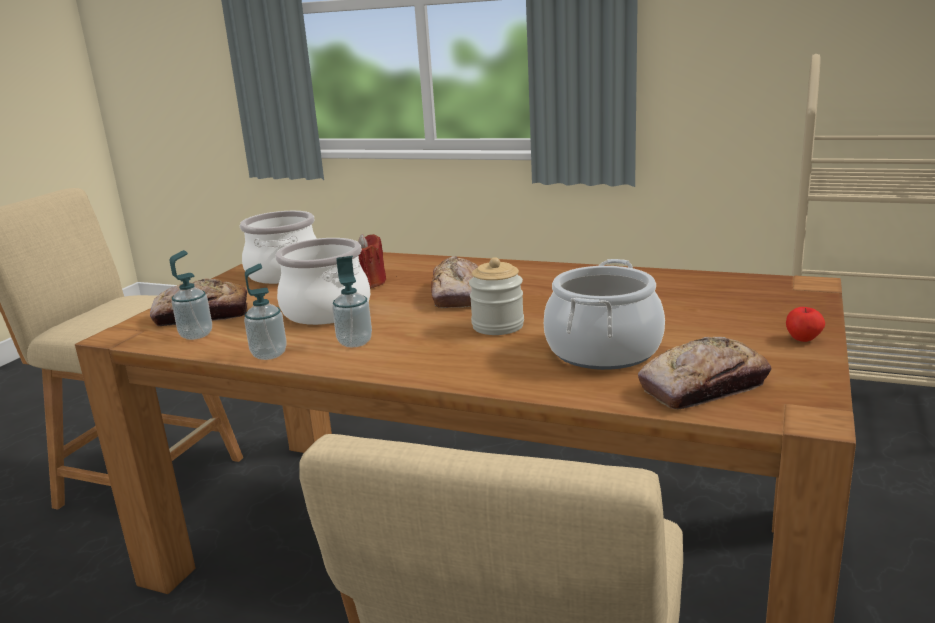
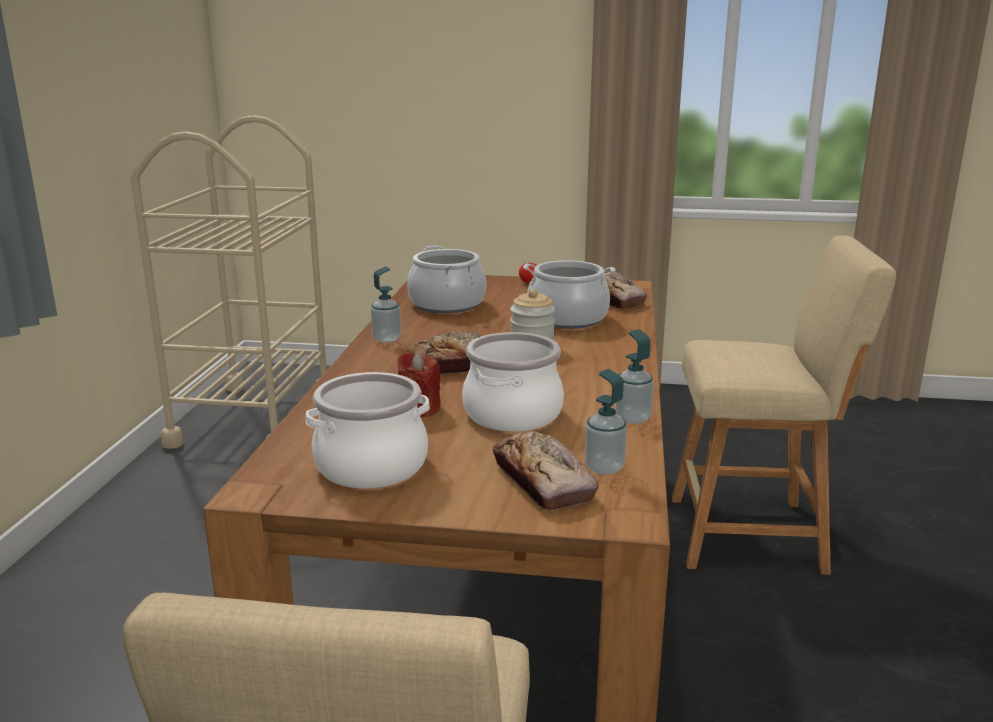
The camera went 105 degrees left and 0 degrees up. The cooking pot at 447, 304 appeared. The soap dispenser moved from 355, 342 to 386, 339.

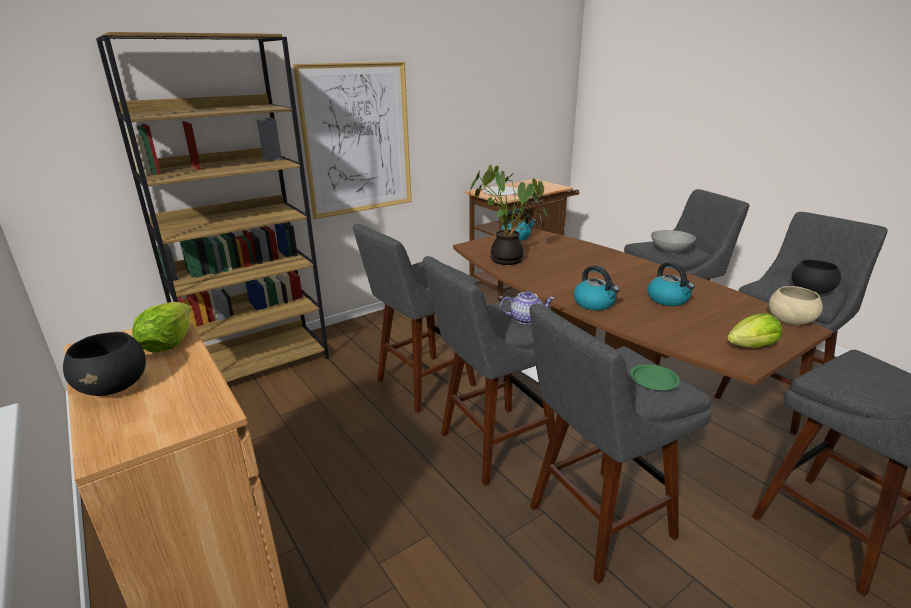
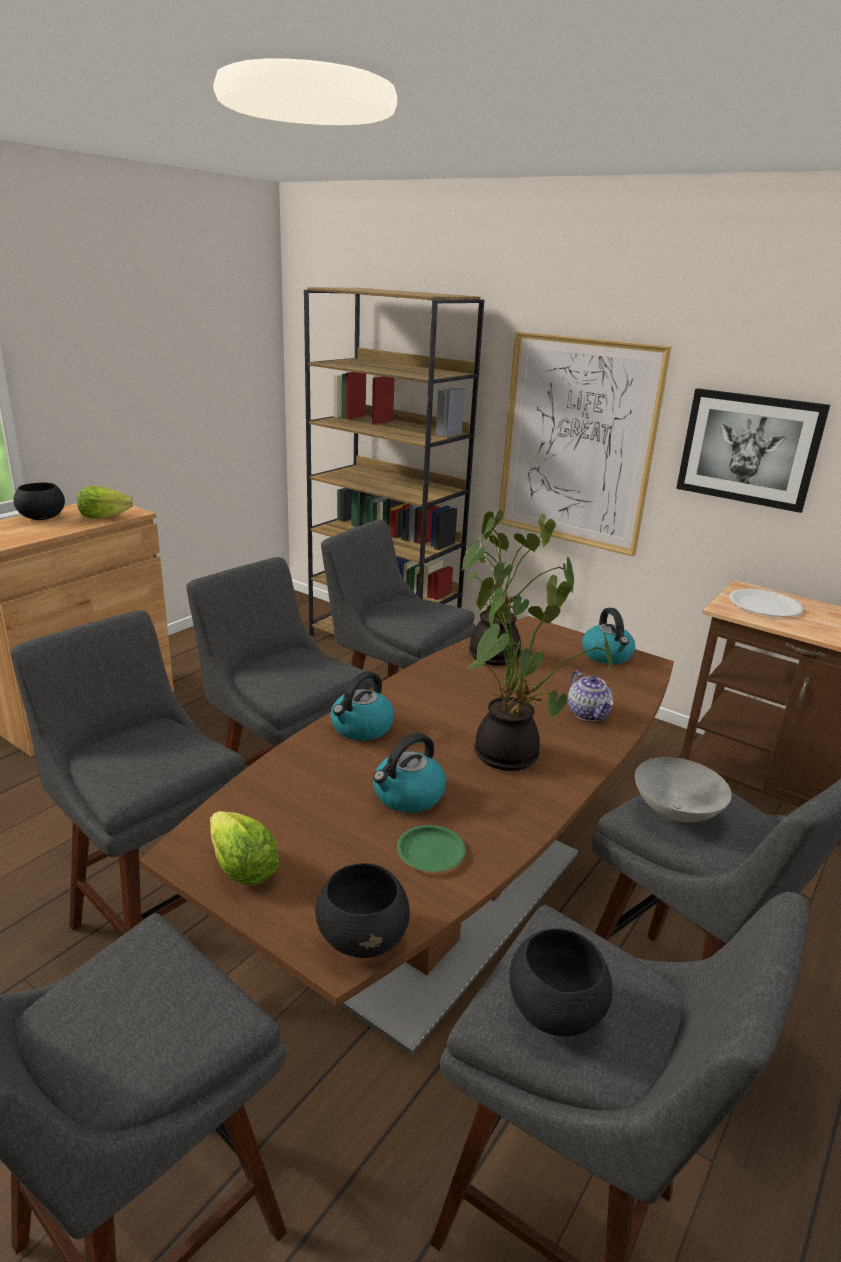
The camera went 70 degrees right and 0 degrees up. The potted plant at 512, 755 appeared. The picture at 749, 449 appeared. The teapot moved from 526, 319 to 588, 714. The green plate moved from 653, 380 to 431, 852. The beige bowl at 789, 321 became the black bowl at 363, 937.

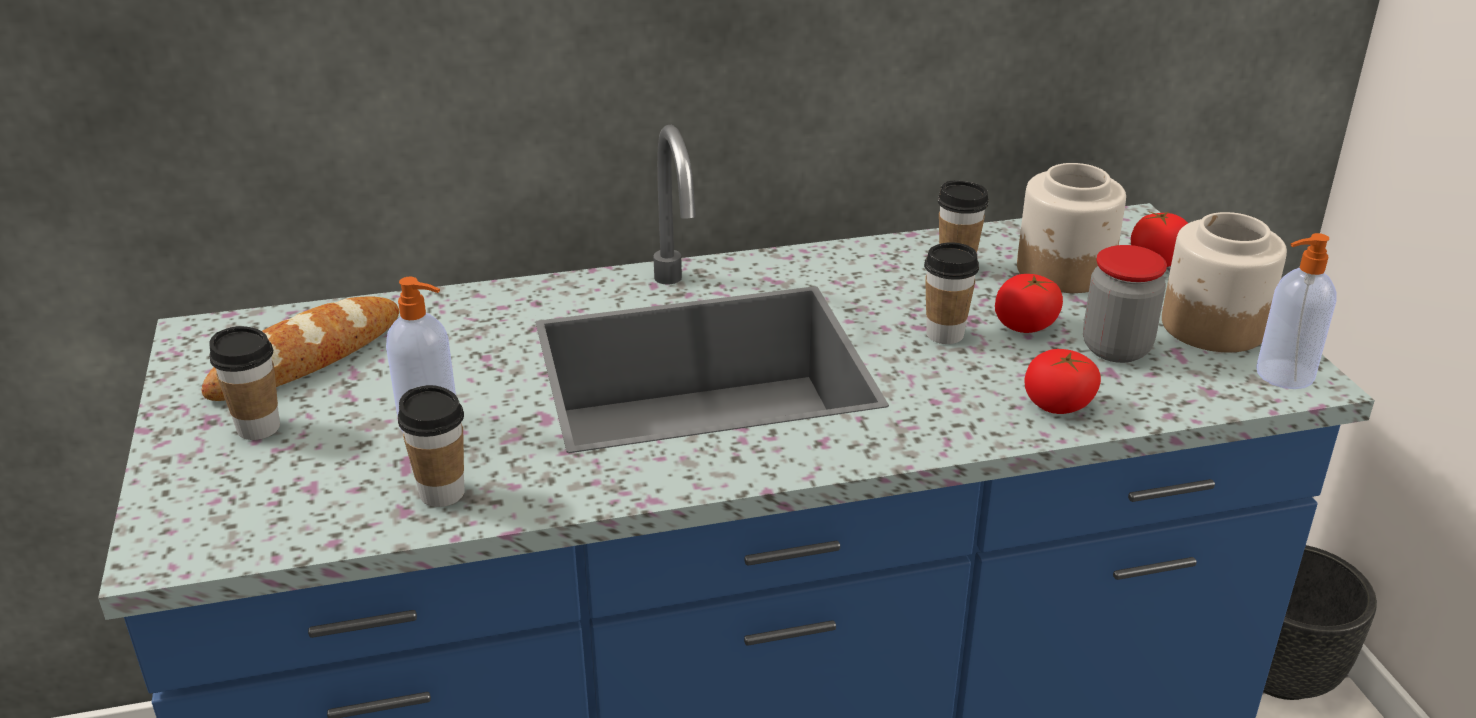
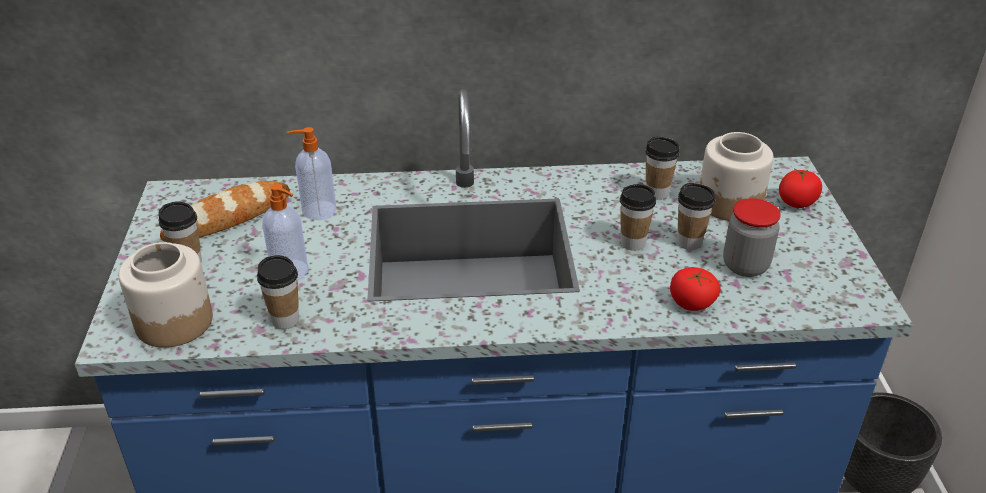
The camera went 10 degrees right and 5 degrees up. The jar moved from 1212, 326 to 174, 321. The soap dispenser moved from 1283, 375 to 317, 211. The tomato at 1025, 326 was replaced by the cup at 689, 242.

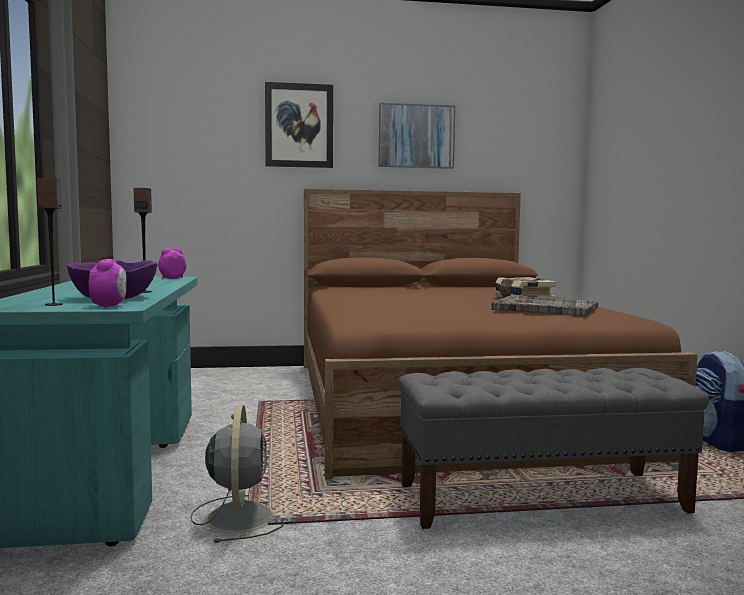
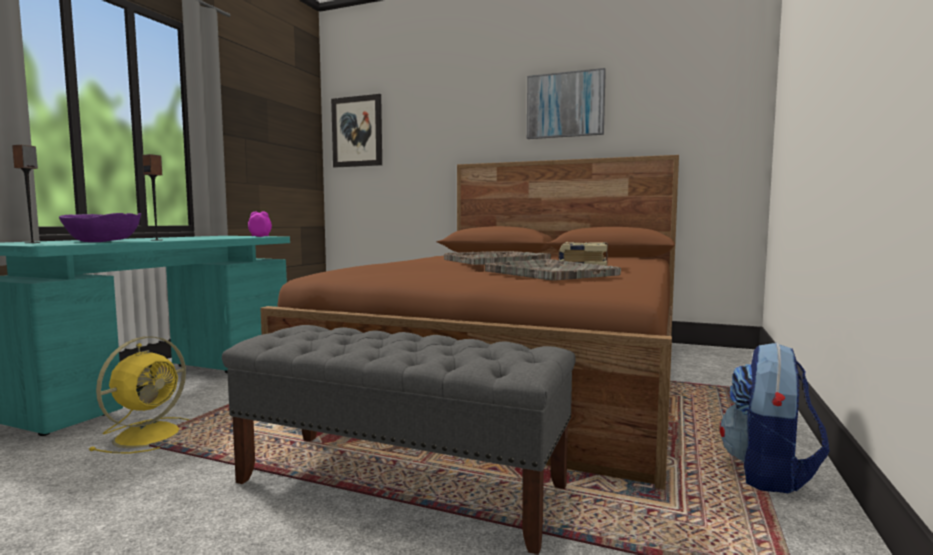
The camera went 30 degrees right and 0 degrees up. The alarm clock at 109, 306 disappeared. The grey tray at 497, 260 appeared. The picture moved from 299, 125 to 357, 131. The grey fan at 240, 516 became the yellow fan at 150, 434.

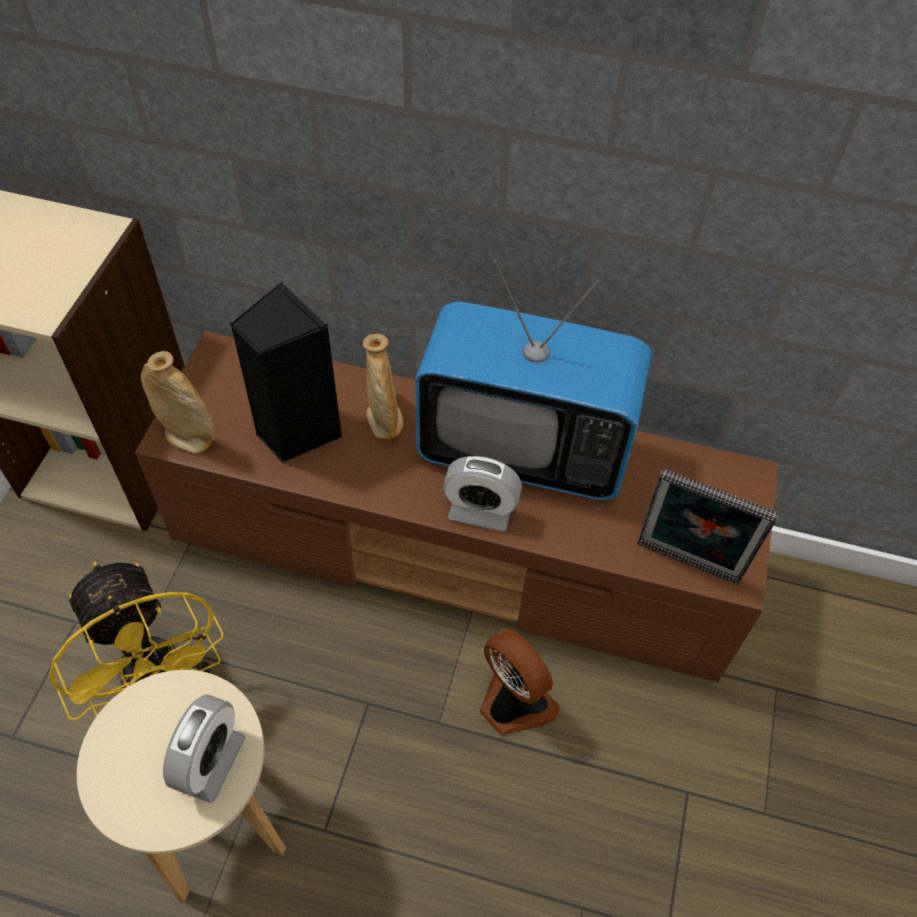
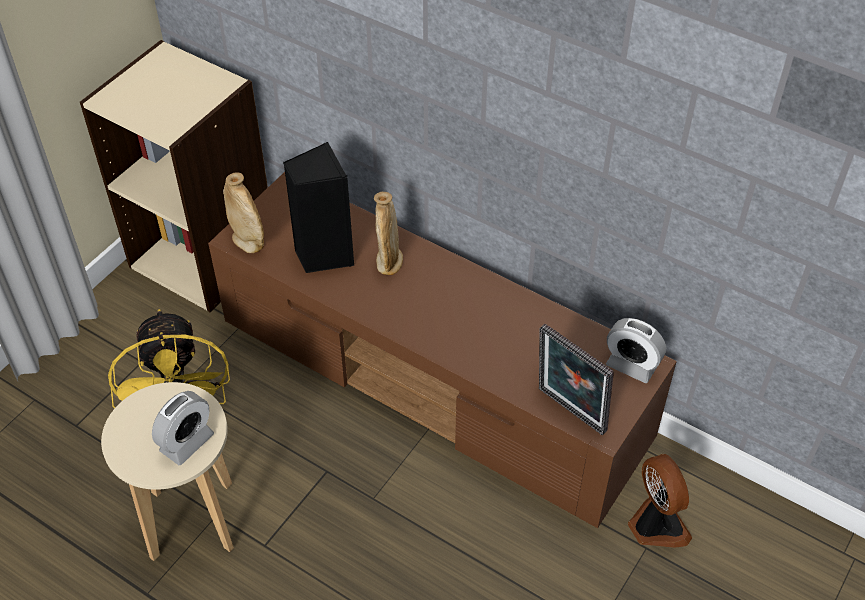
The camera went 20 degrees right and 5 degrees down. The television at 524, 450 disappeared. The alarm clock moved from 480, 511 to 631, 365. The fan moved from 513, 703 to 655, 525.

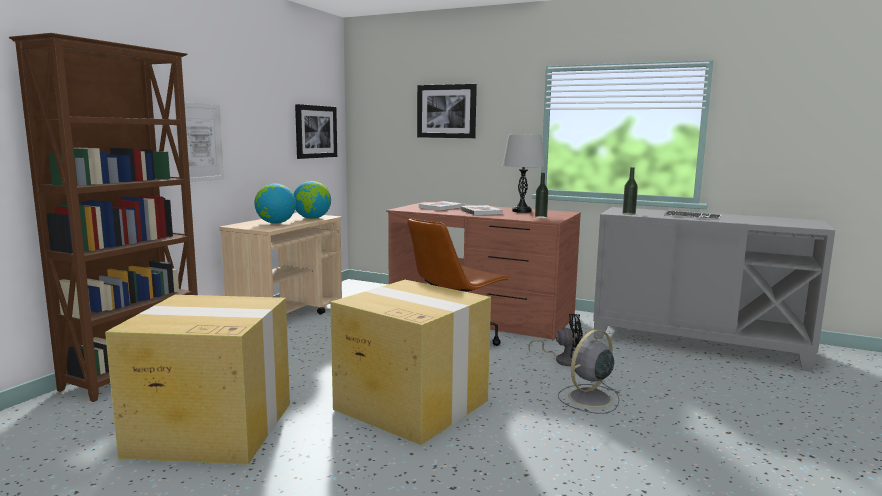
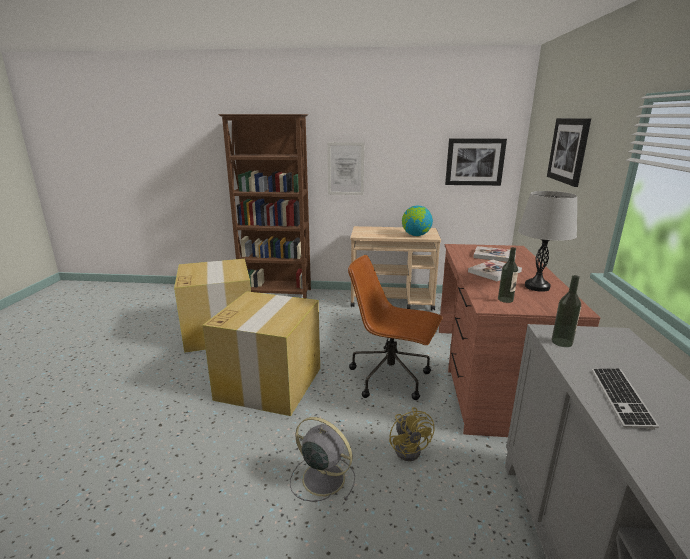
The camera went 70 degrees right and 10 degrees up. The globe at 276, 223 disappeared. The black fan at 563, 360 became the yellow fan at 410, 448.

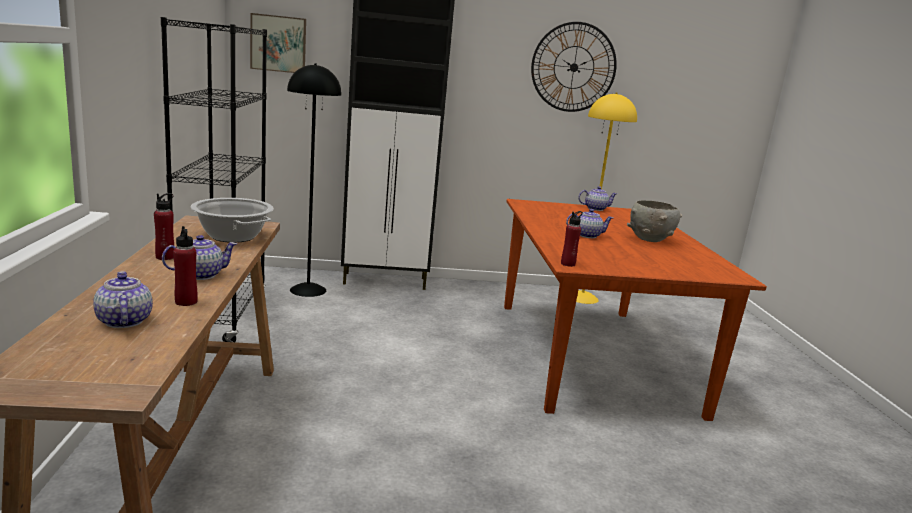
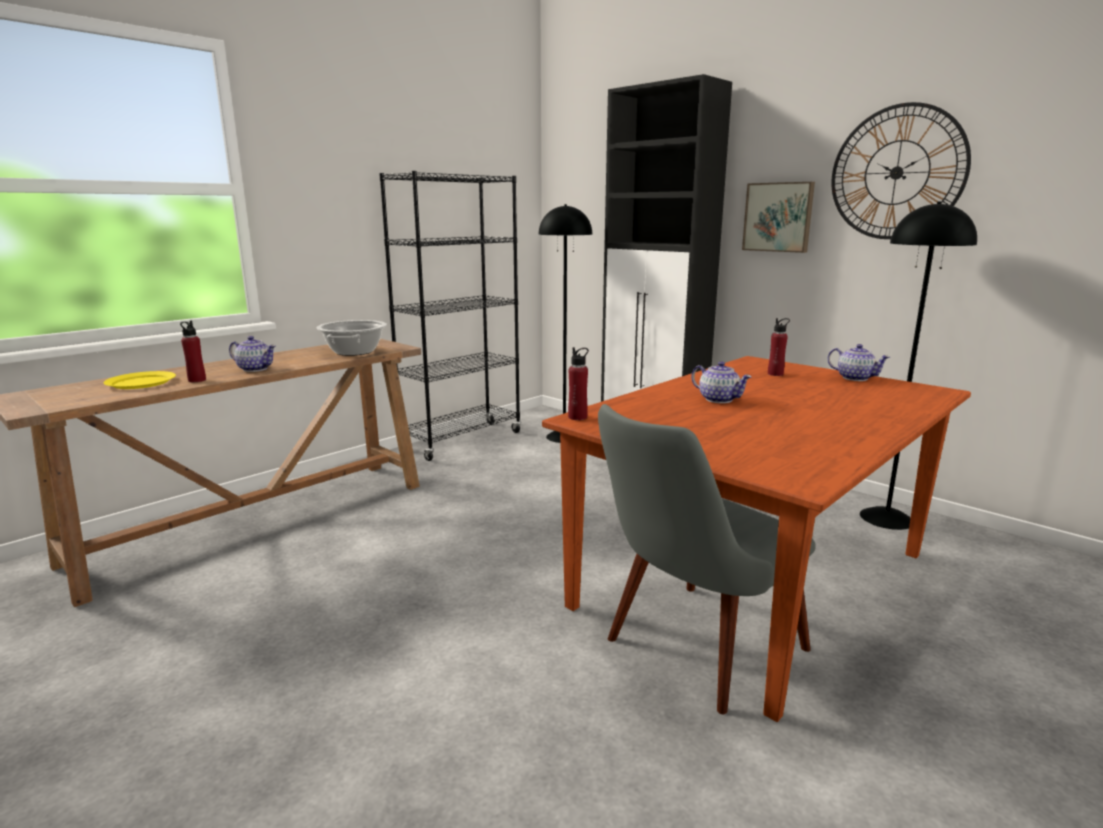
The camera went 50 degrees right and 0 degrees up. The grey bowl at 650, 240 disappeared. The grey chair at 690, 654 appeared. The red bottle moved from 165, 257 to 775, 374. The picture moved from 278, 43 to 778, 217. The teapot at 123, 321 was replaced by the yellow plate at 140, 383. The yellow floor lamp at 582, 297 became the black floor lamp at 887, 518.

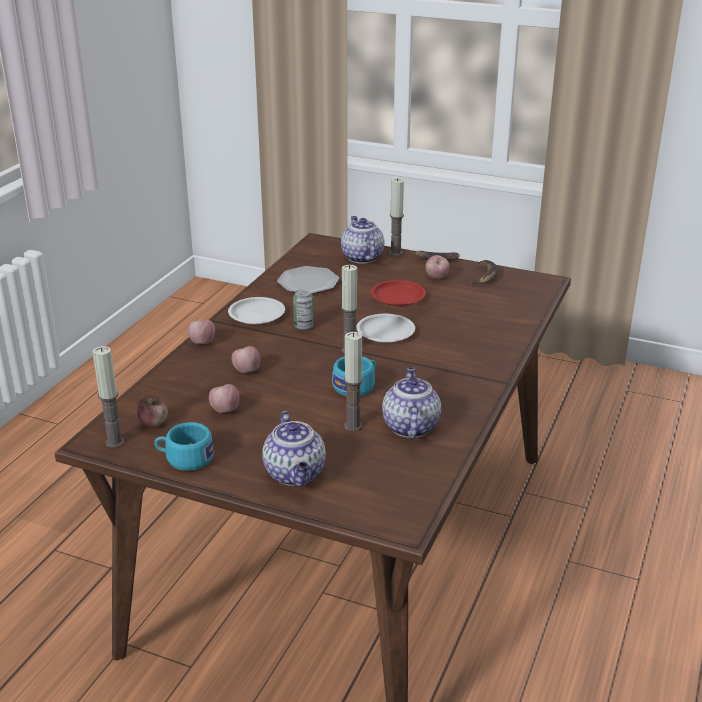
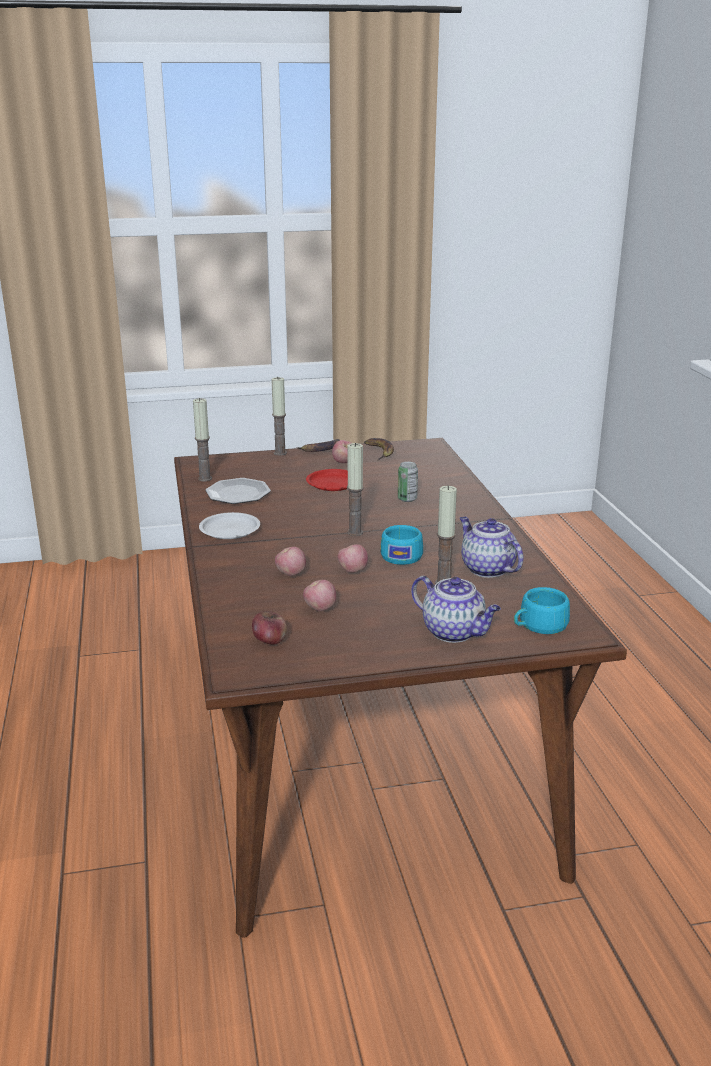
The camera went 35 degrees left and 5 degrees down. The teapot at 361, 257 disappeared. The white plate at 385, 332 disappeared. The candle moved from 115, 442 to 205, 478. The turquoise cup moved from 184, 458 to 538, 626. The apple moved from 202, 343 to 352, 571. The can moved from 304, 326 to 407, 499.

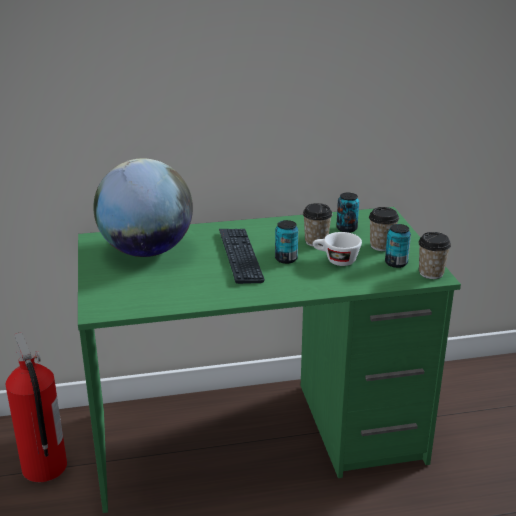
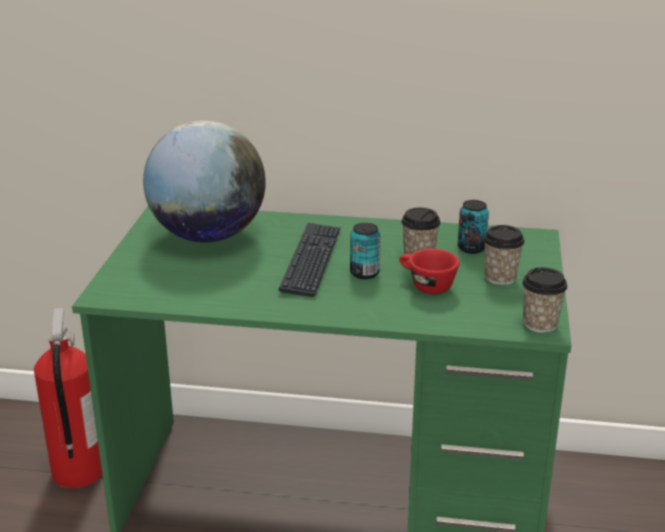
The camera went 20 degrees right and 0 degrees up. The can at 396, 263 disappeared. The white cup at 335, 260 became the red cup at 425, 286.

